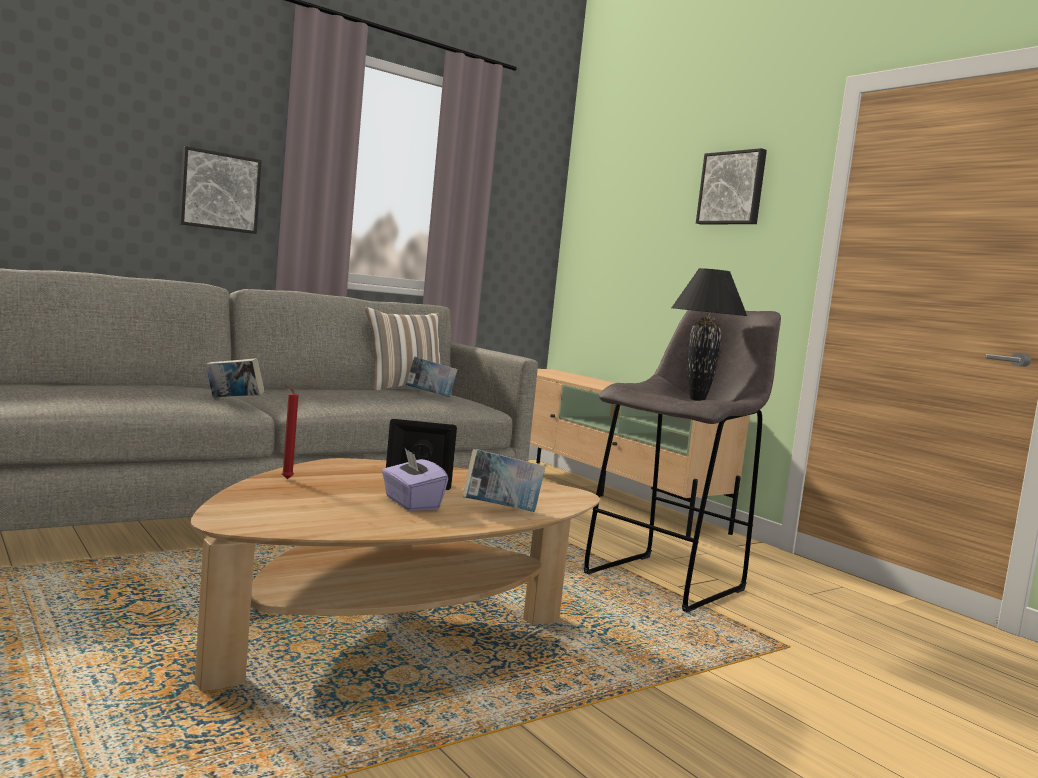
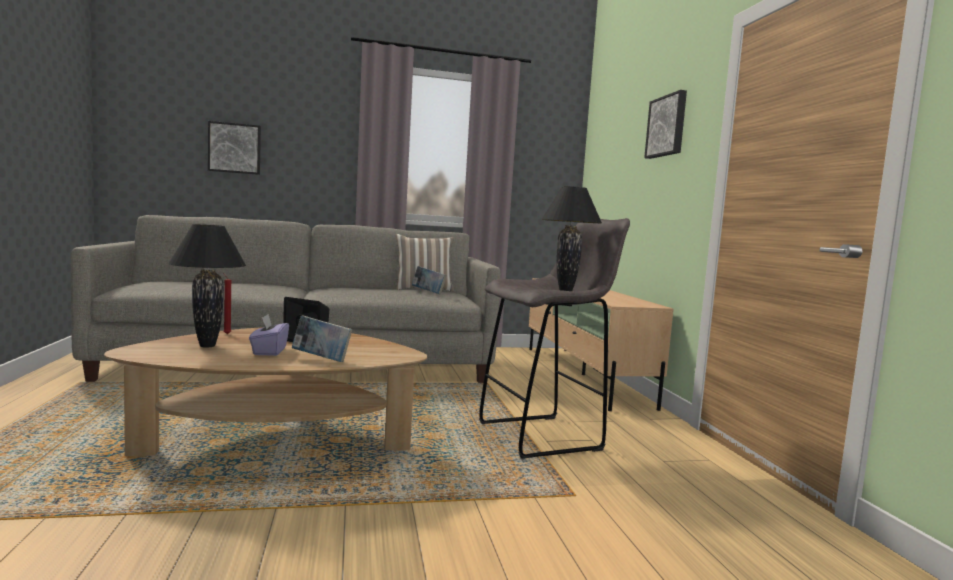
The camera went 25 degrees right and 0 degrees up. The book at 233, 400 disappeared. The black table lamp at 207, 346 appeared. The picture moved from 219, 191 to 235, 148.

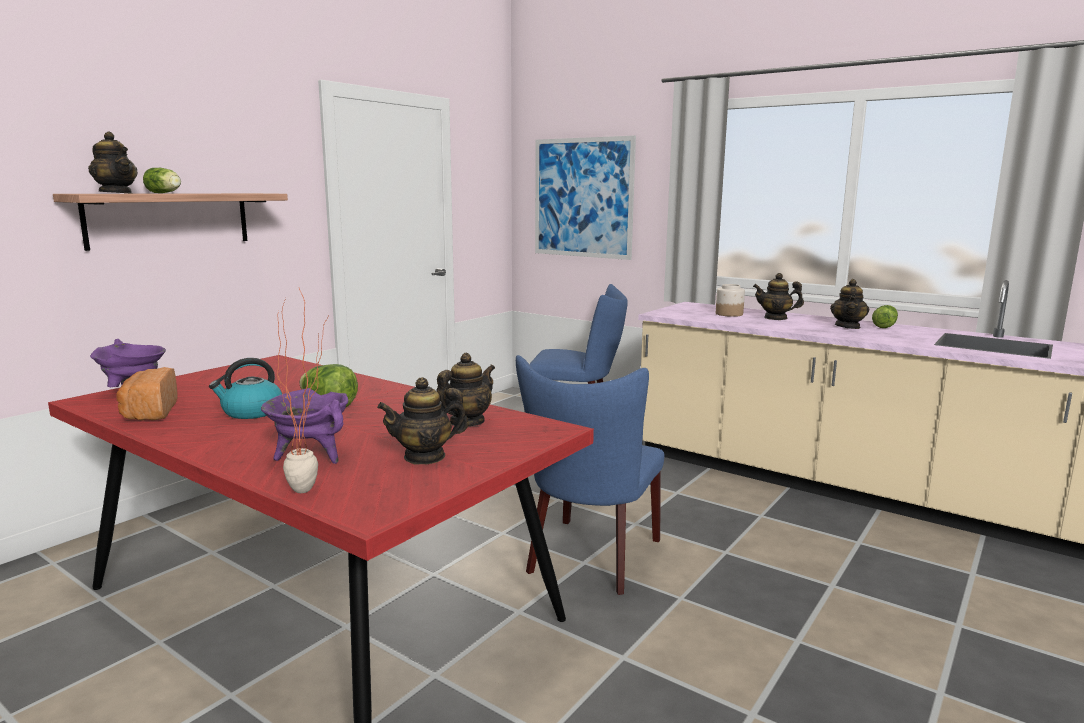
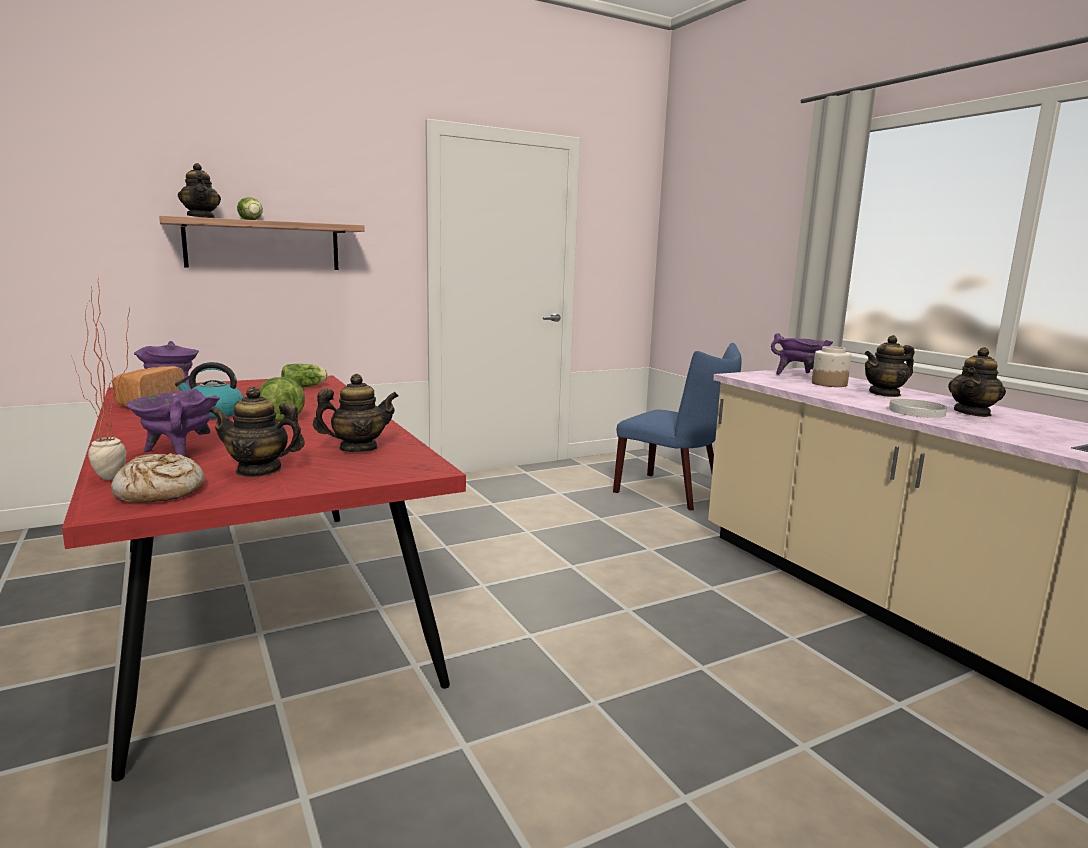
The camera went 25 degrees right and 0 degrees up. The blue chair at 590, 559 disappeared. The picture at 582, 198 disappeared. The bread at 160, 492 appeared. The purple cooking pot at 799, 375 appeared. The white plate at 916, 411 appeared. The lettuce moved from 884, 326 to 305, 387. The teapot at 775, 318 turned 60 degrees counterclockwise.

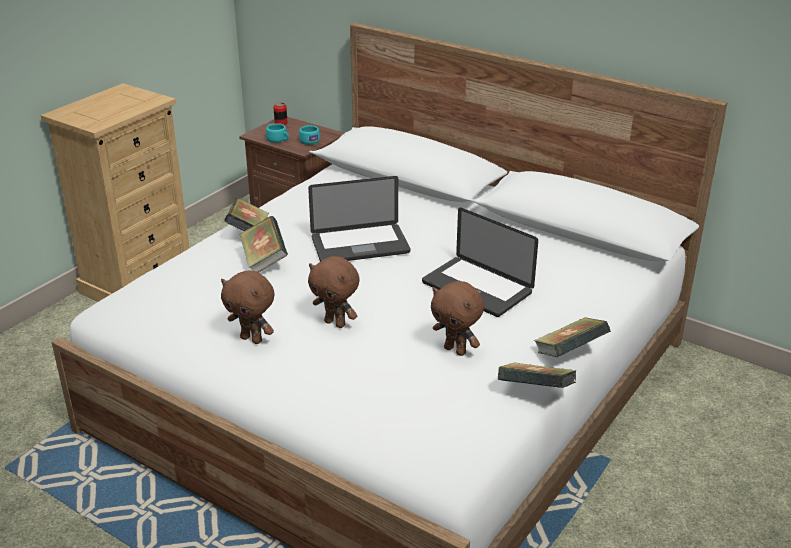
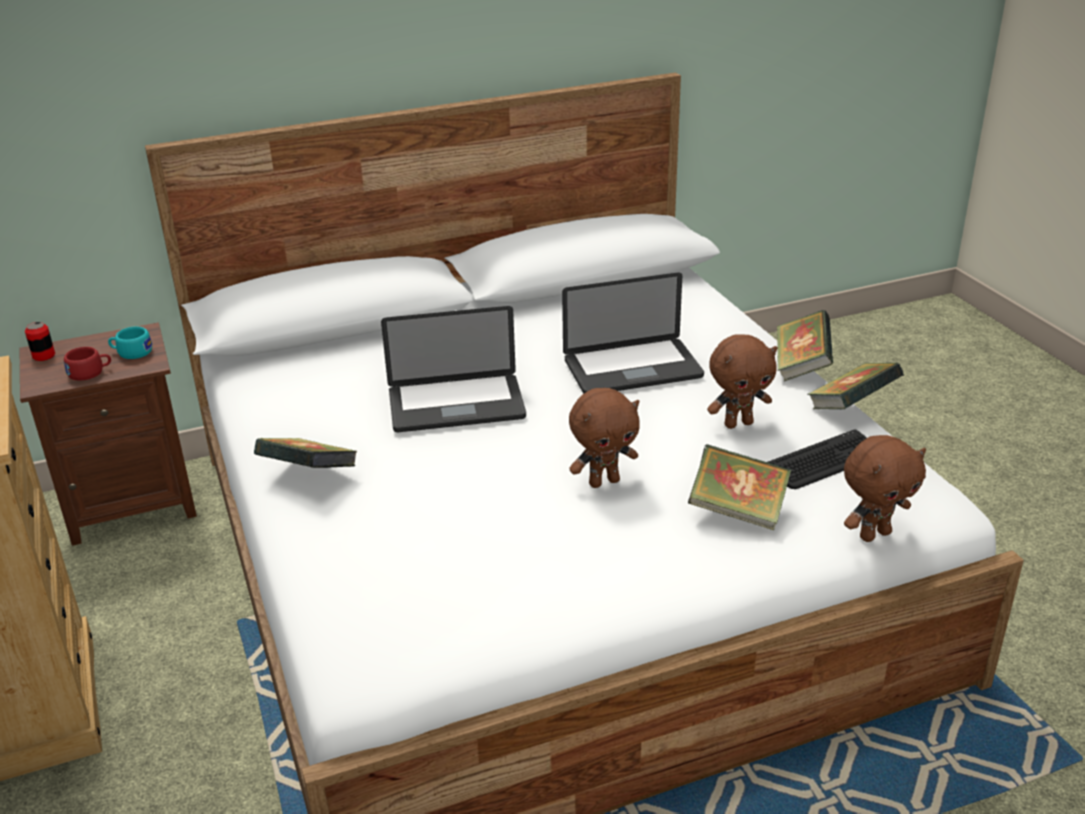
The camera went 55 degrees left and 0 degrees up. The keyboard at 824, 461 appeared. The brown plush toy moved from 252, 339 to 874, 534. The book moved from 264, 260 to 738, 511. The turquoise cup at 278, 140 became the red cup at 90, 372. The laptop at 360, 245 turned 60 degrees clockwise.

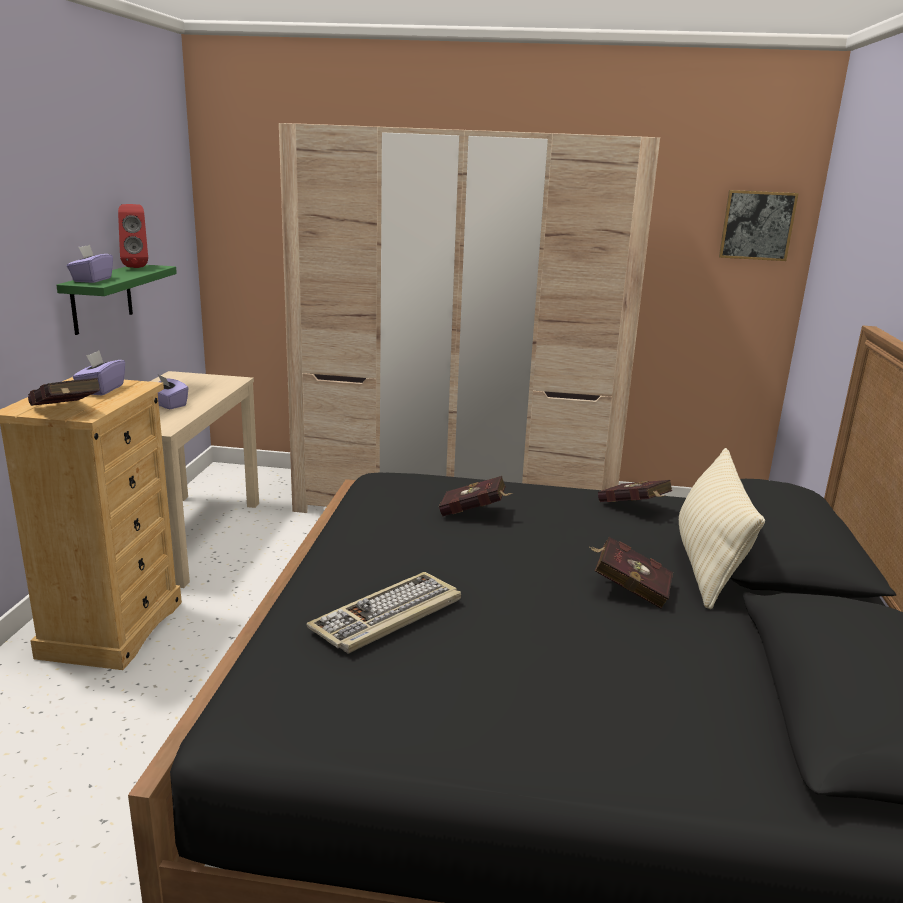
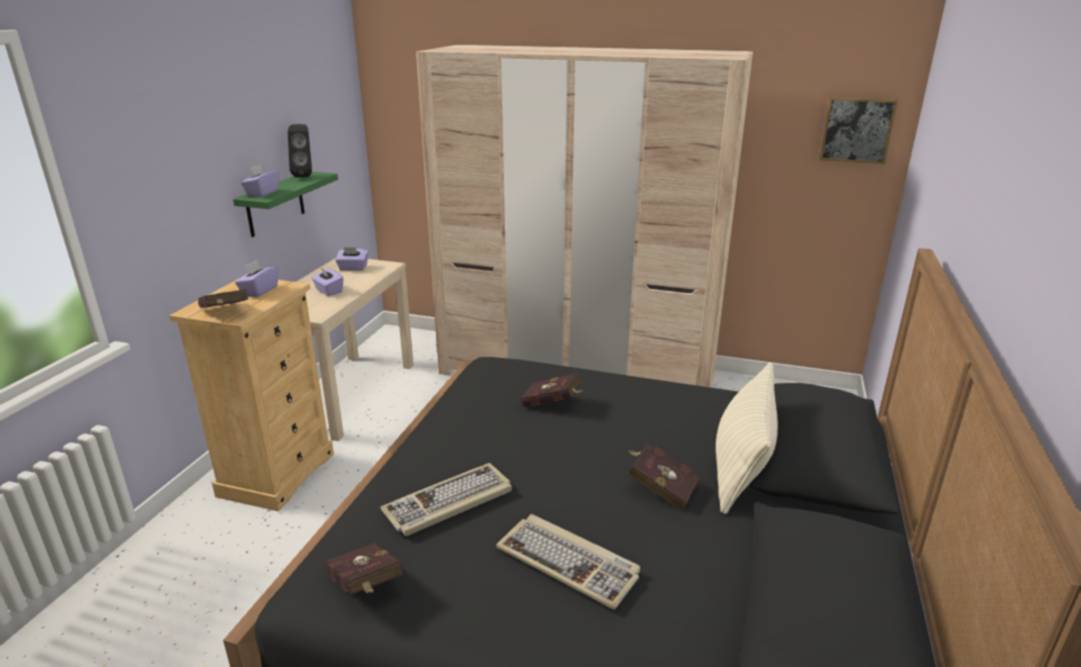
The camera went 10 degrees right and 5 degrees up. The purple tissue box at 353, 268 appeared. The keyboard at 569, 563 appeared. The red book moved from 634, 508 to 366, 587. The red speaker at 137, 267 became the black speaker at 305, 176.

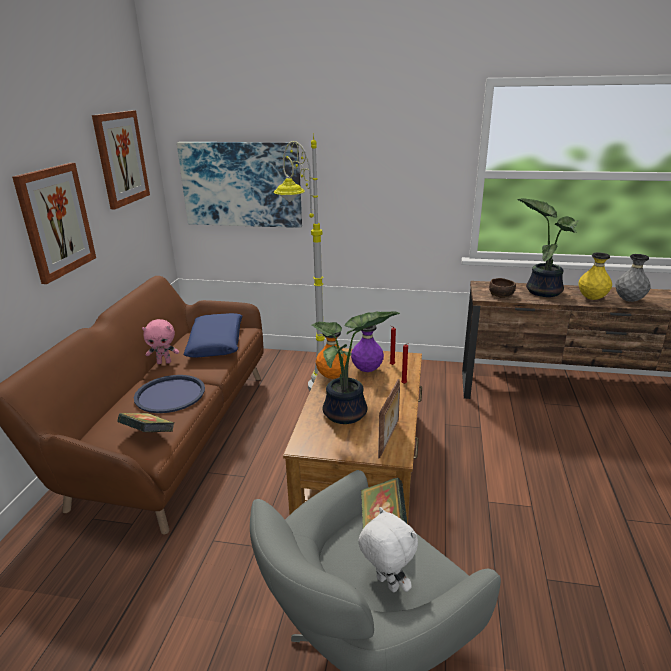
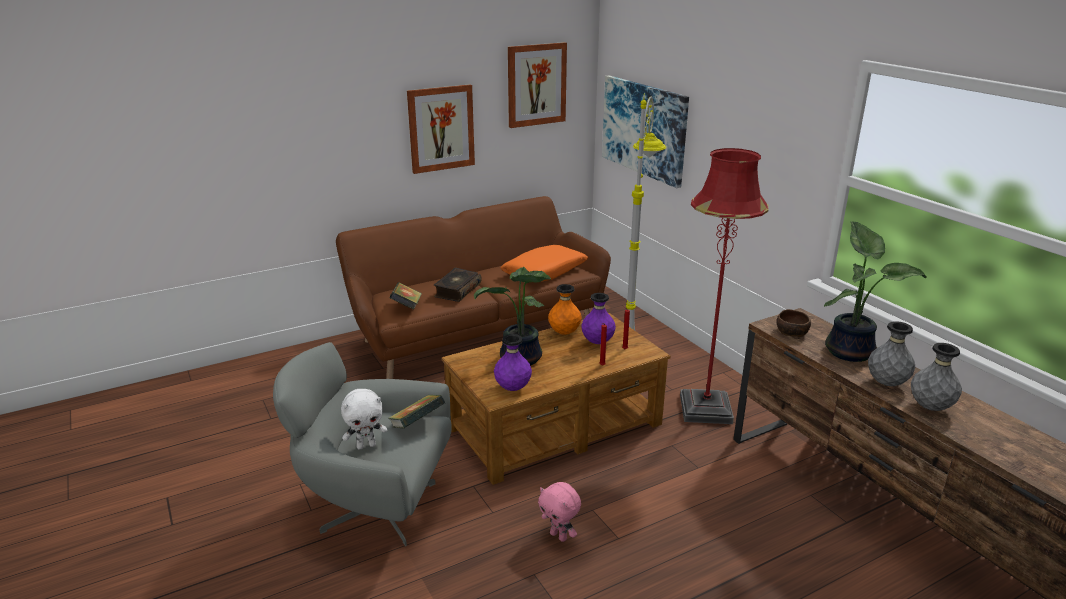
The camera went 50 degrees right and 0 degrees up. The red floor lamp at 705, 409 appeared. The pink plush toy moved from 164, 362 to 559, 536. The blue tray at 170, 395 was replaced by the book at 457, 291. The picture frame at 389, 439 was replaced by the purple vase at 513, 388. The blue pillow at 216, 343 became the orange pillow at 545, 272. The yellow vase at 592, 299 became the grey vase at 886, 383. The white plush toy at 386, 584 turned 60 degrees clockwise.

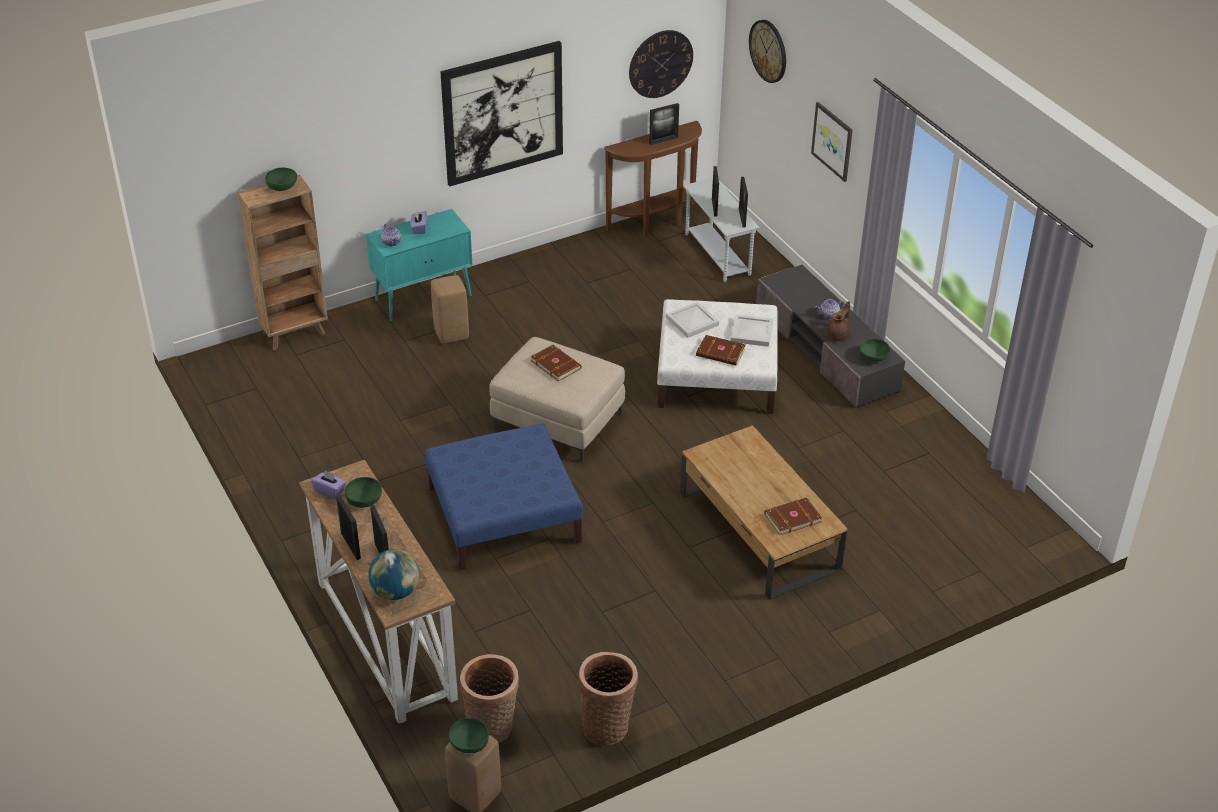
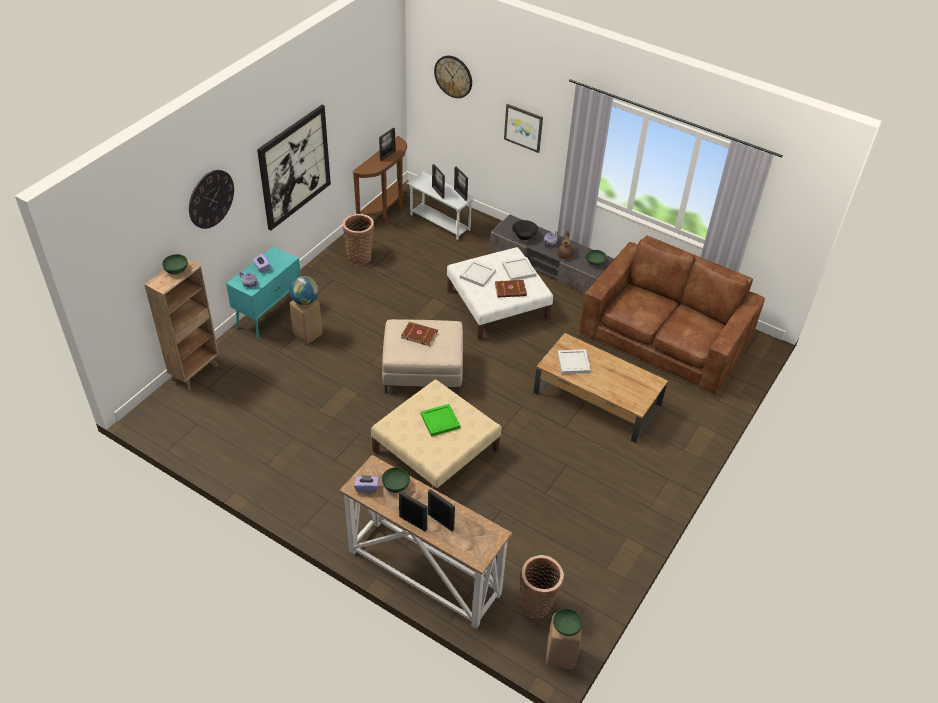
The camera went 30 degrees left and 5 degrees up. The brown book at 792, 517 disappeared. The green tray at 440, 421 appeared. The black bowl at 524, 236 appeared. The white tray at 574, 363 appeared. The brown sofa at 665, 336 appeared. The globe moved from 395, 591 to 305, 301. The basket moved from 607, 725 to 360, 256. The wall clock moved from 660, 63 to 211, 199. The blue ottoman at 503, 514 became the beige ottoman at 435, 451.

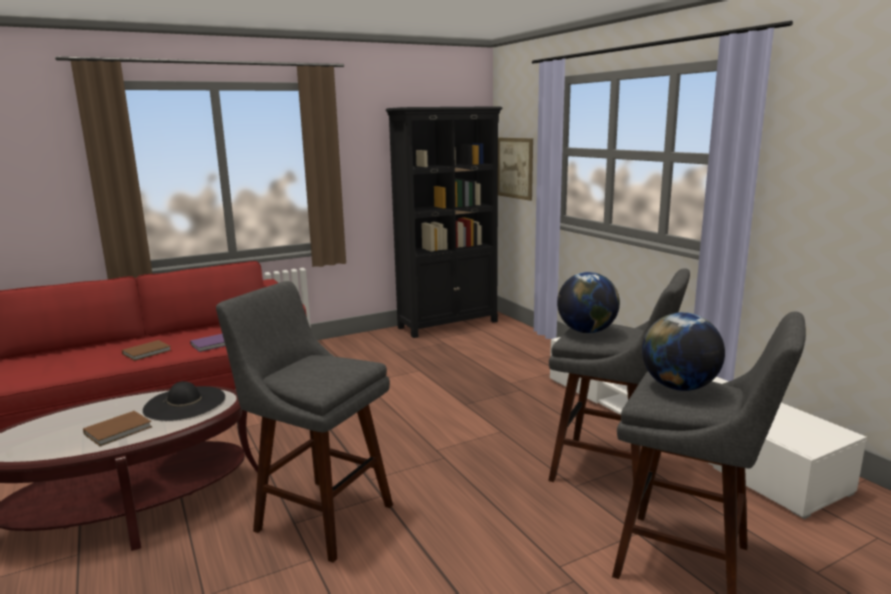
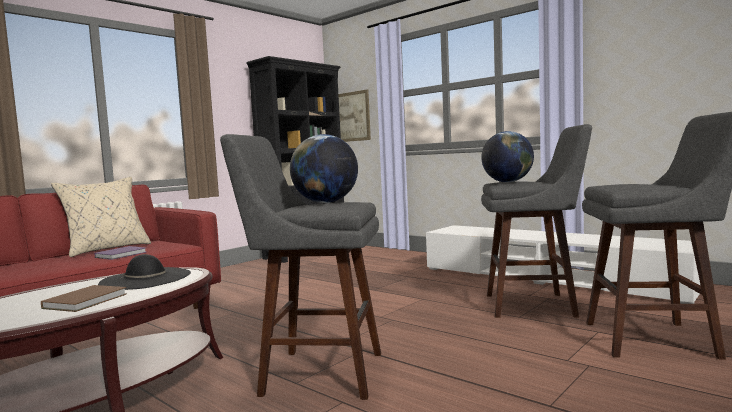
The camera went 20 degrees left and 10 degrees down. The brown book at 148, 352 disappeared. The beige pillow at 106, 249 appeared. The globe moved from 679, 387 to 325, 202.

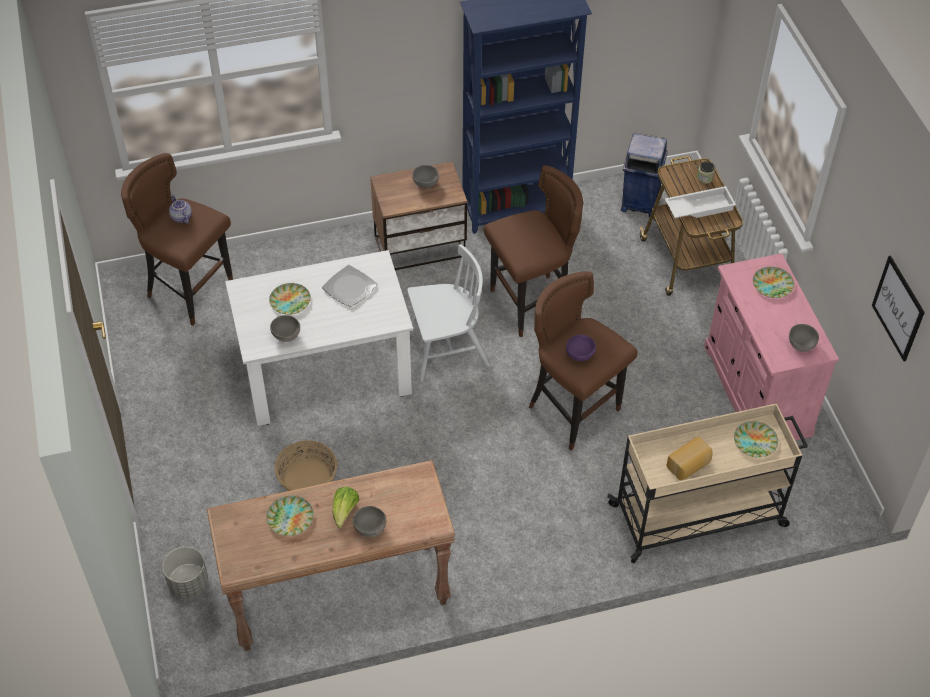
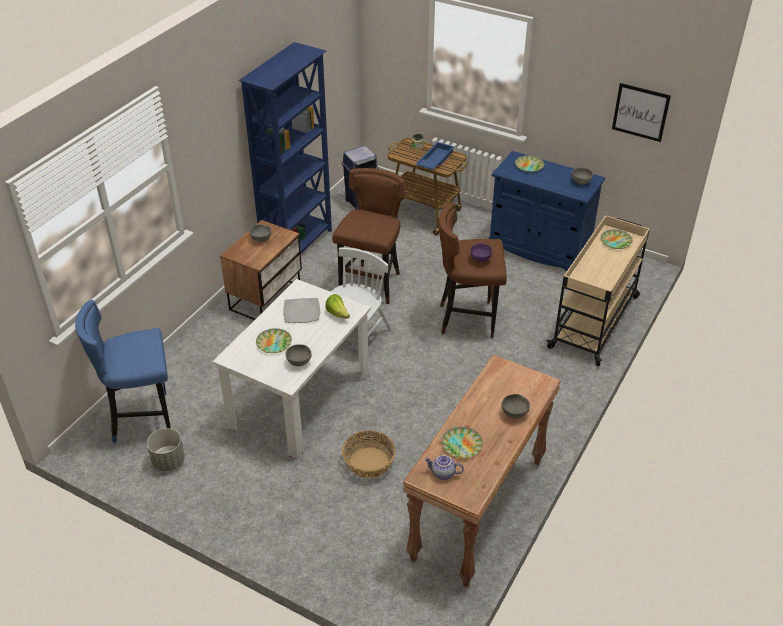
The camera went 45 degrees left and 10 degrees down. The bread at 689, 465 disappeared. The grey planter moved from 188, 584 to 168, 461. The teapot moved from 180, 217 to 443, 474. The lettuce moved from 344, 512 to 338, 314. The brown stool at 190, 292 became the blue stool at 143, 419. The white tray at 699, 207 became the blue tray at 434, 160. The pink cabinet at 756, 390 became the blue cabinet at 539, 248.

